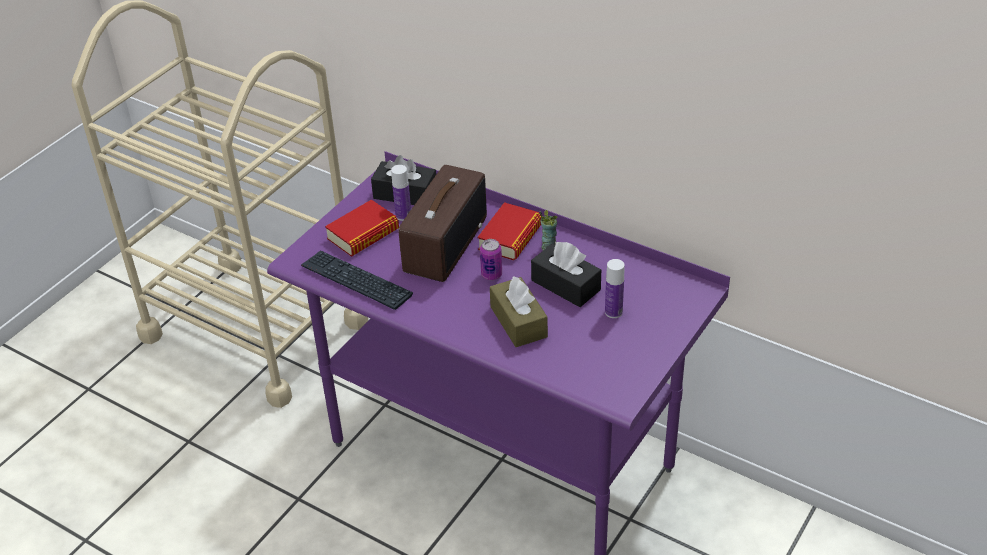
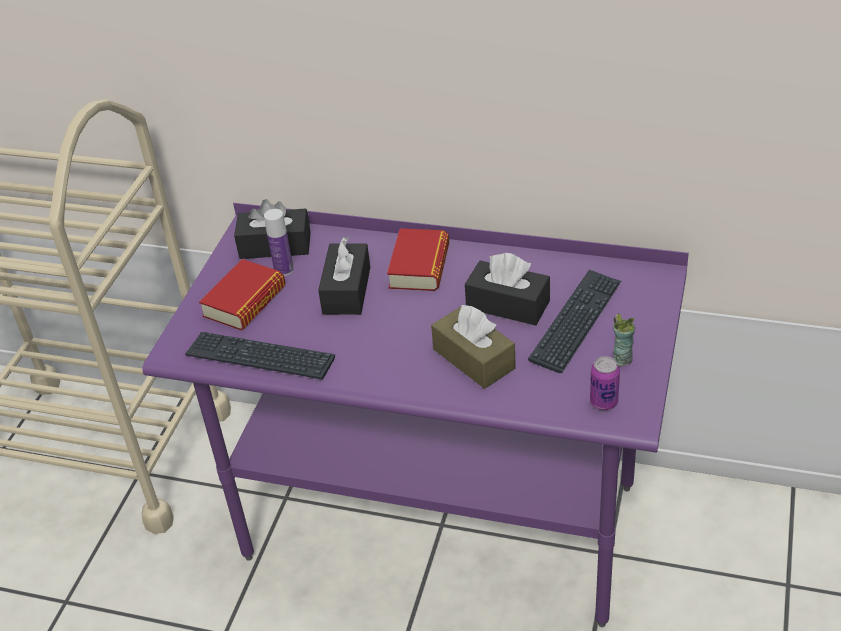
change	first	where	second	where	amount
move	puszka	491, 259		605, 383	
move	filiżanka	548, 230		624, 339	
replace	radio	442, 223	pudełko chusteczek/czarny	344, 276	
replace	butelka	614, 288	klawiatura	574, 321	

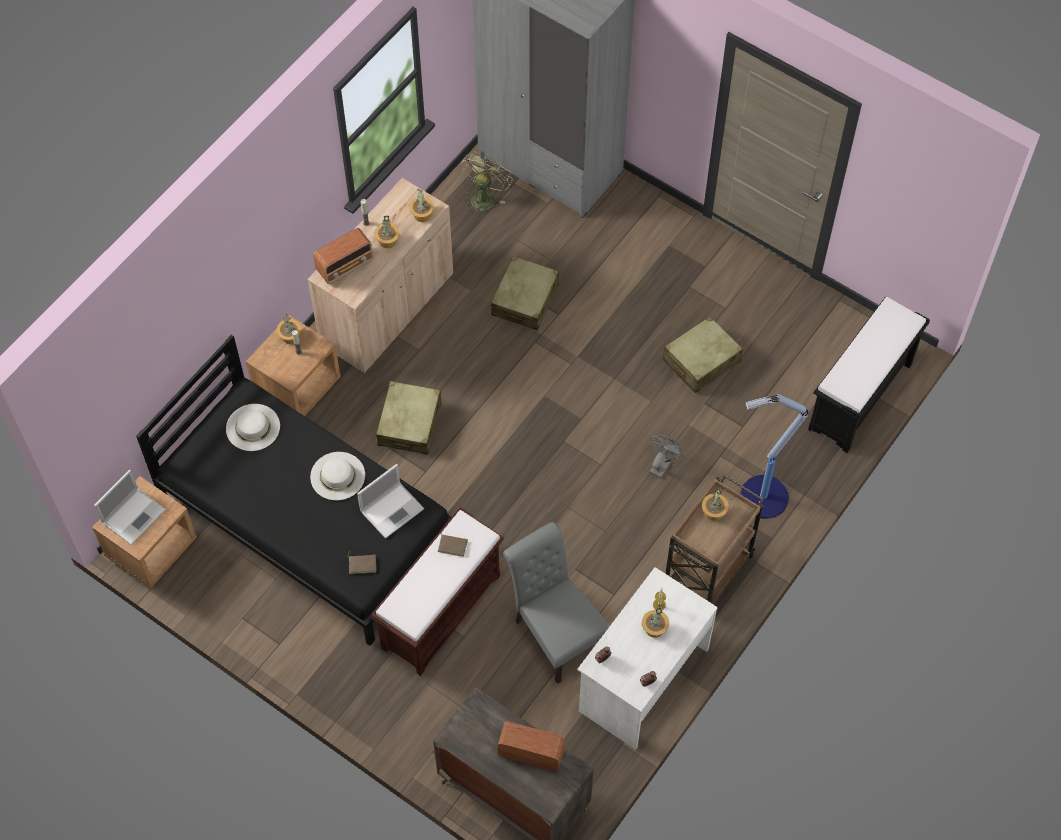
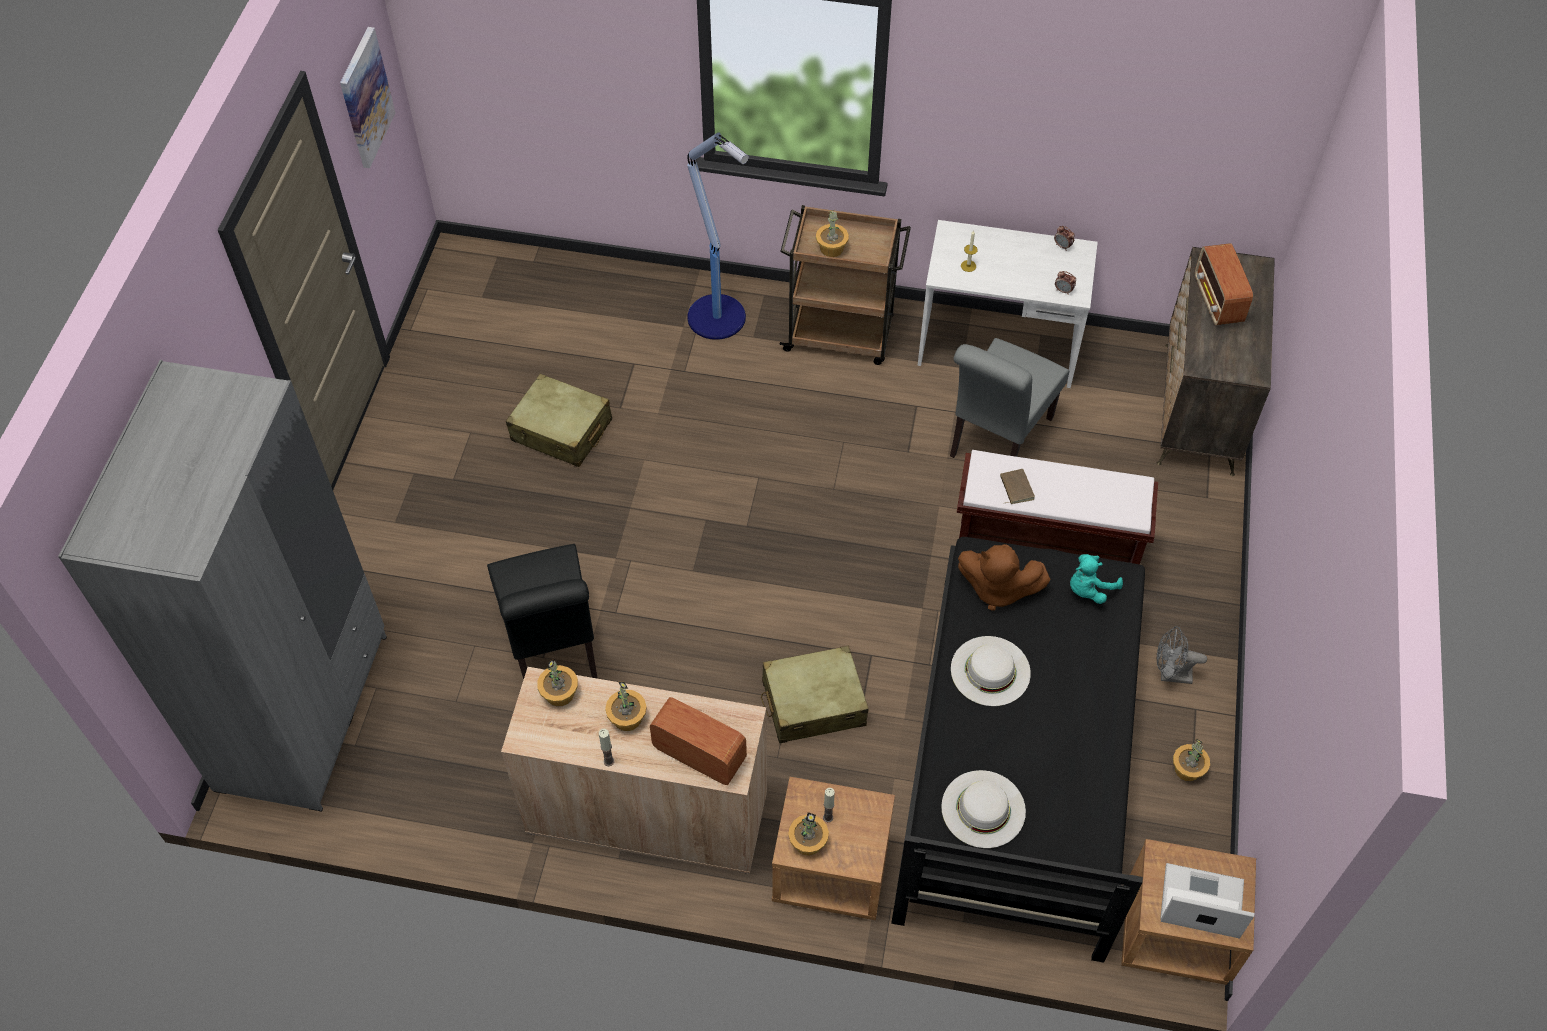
change	first	where	second	where	amount
delete	wentylator/zielony	486, 183			
delete	ławka/czarny	869, 375			
insert			obraz	367, 97	
move	roślina doniczkowa	655, 622		1191, 759	
move	wentylator/szary	666, 456		1182, 655	
replace	książka/brązowy	362, 563	pluszak/turkusowy	1096, 579	
replace	laptop	390, 501	pluszak/brązowy	1004, 577	
replace	walizka/beżowy	525, 293	krzesło/czarny	542, 611	

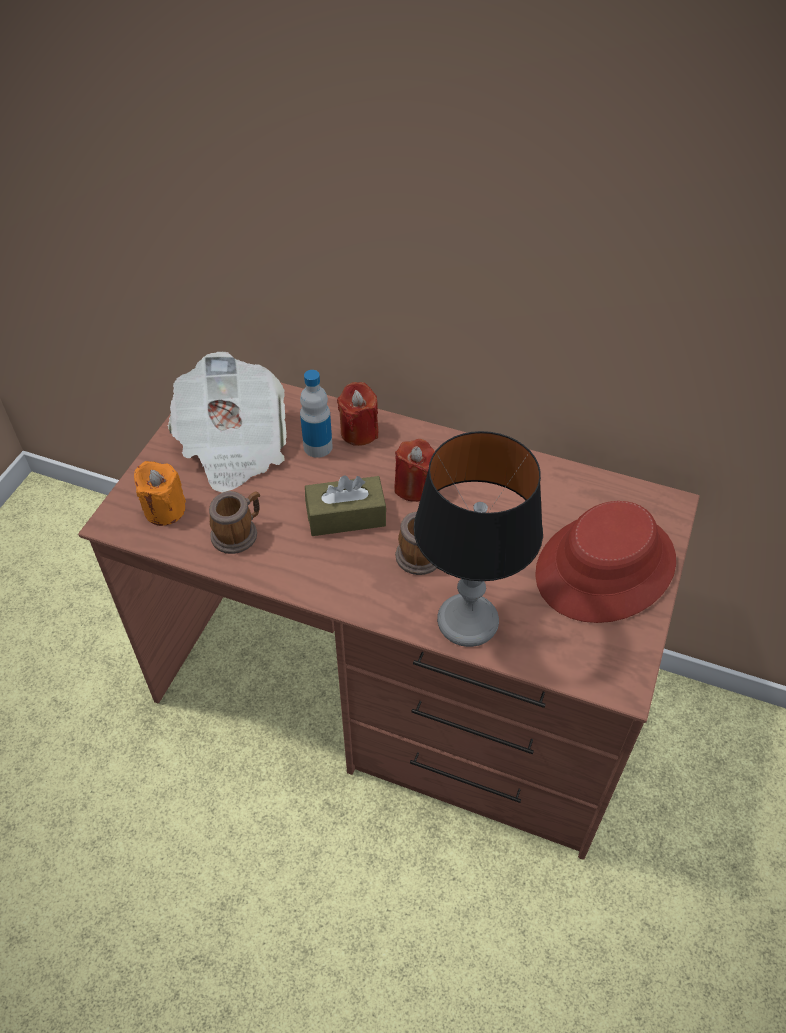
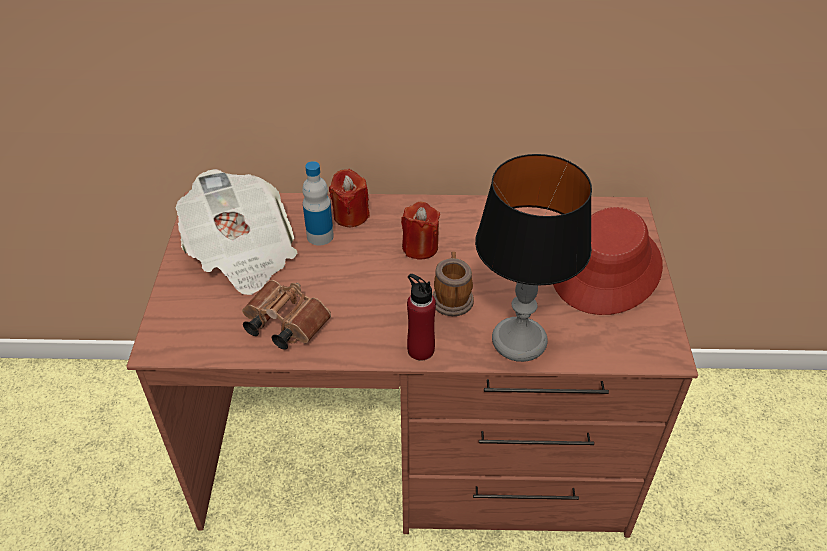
change	first	where	second	where	amount
delete	świeca/pomarańczowy	160, 493			
delete	pudełko chusteczek/brązowy	345, 505			
insert			butelka/czerwony	421, 317	
replace	kubek	234, 522	lornetka/brązowy	286, 315	

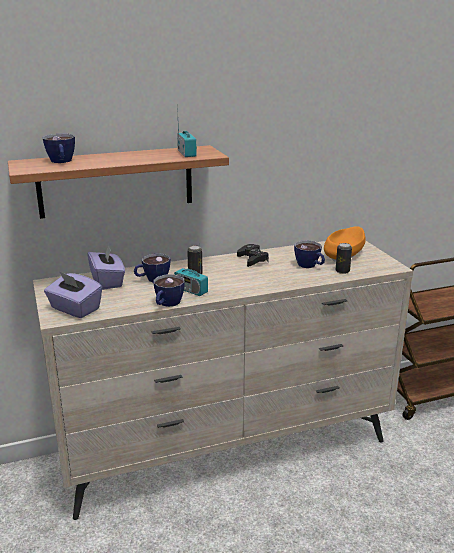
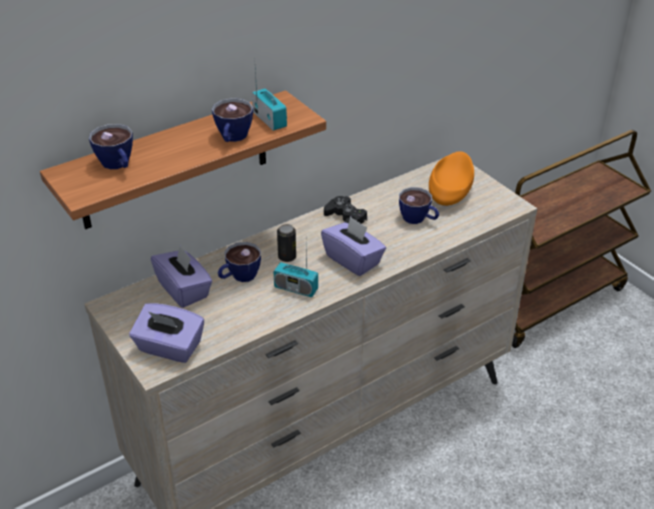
change	first	where	second	where	amount
delete	puszka	344, 258			
insert			pudełko chusteczek/fioletowy	353, 246	
move	filiżanka	169, 290		232, 120	

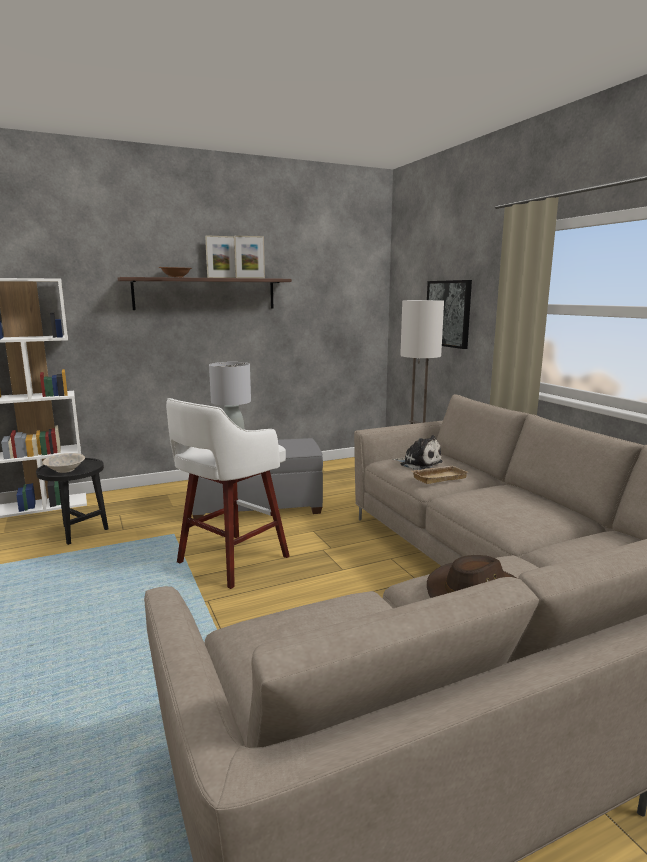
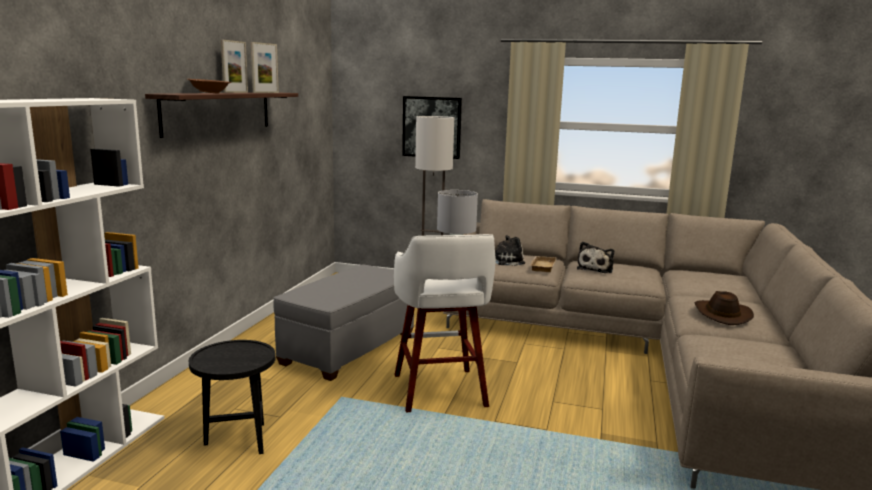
change	first	where	second	where	amount
delete	miska/beżowy	63, 463			
insert			pluszak	595, 257	

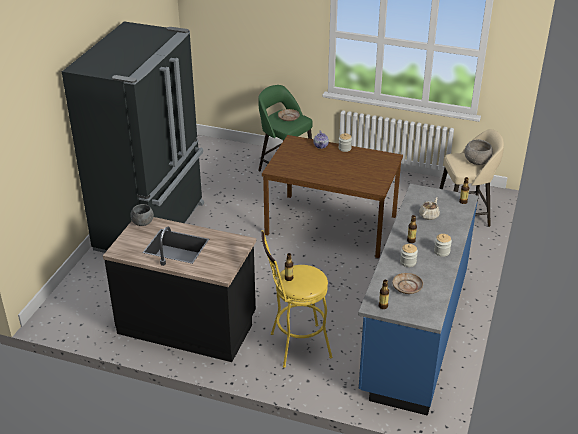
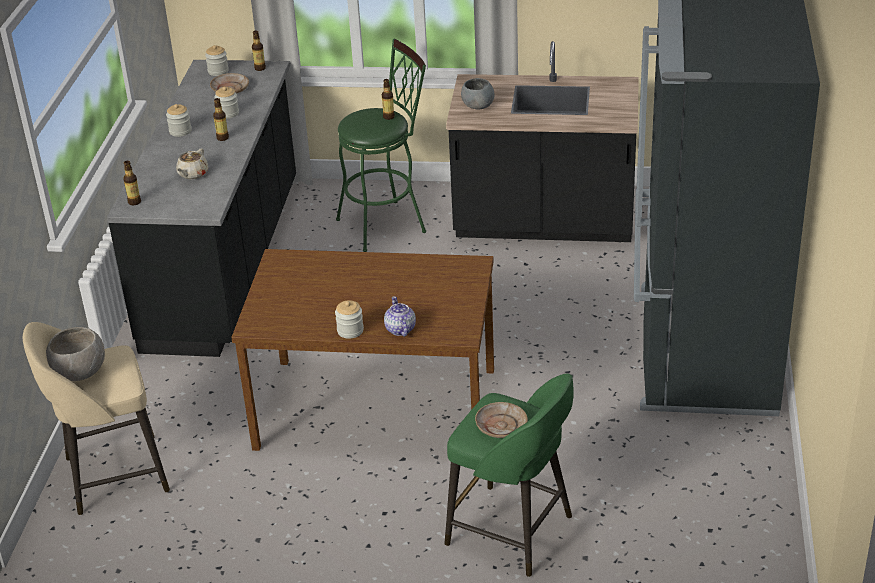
change	first	where	second	where	amount
insert			słoik	217, 60	
move	miska/szary	142, 215		478, 93	
recolor	stołek/żółty	296, 299	stołek/zielony	381, 145	
recolor	zabudowa kuchenna/niebieski	418, 300	zabudowa kuchenna/czarny	201, 208	

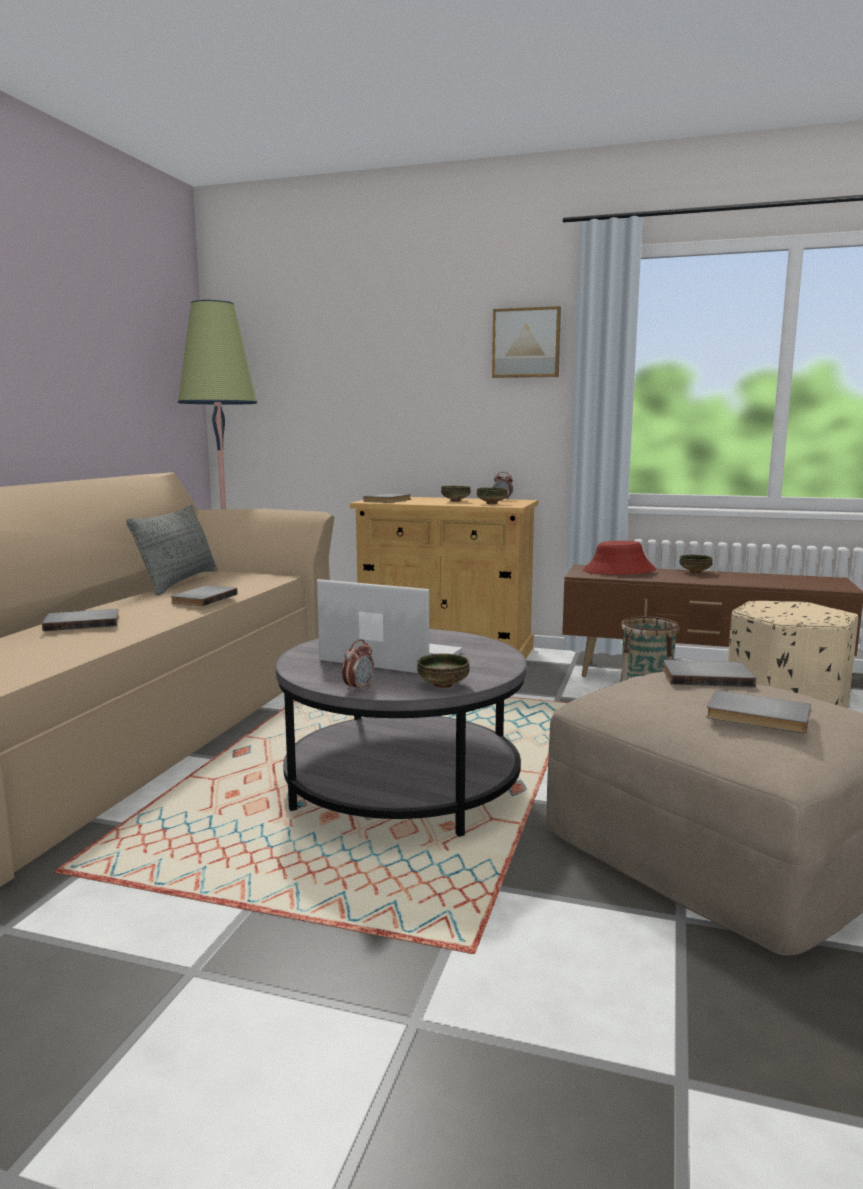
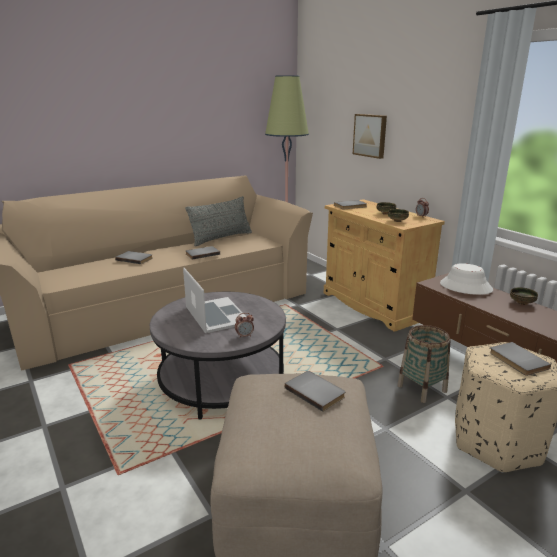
change	first	where	second	where	amount
delete	miska	443, 670			
move	budzik	358, 666		244, 325	
move	obraz	526, 342		370, 136	
move	książka/szary	758, 712		520, 359	
recolor	kapelusz/czerwony	619, 558	kapelusz/biały	466, 279	

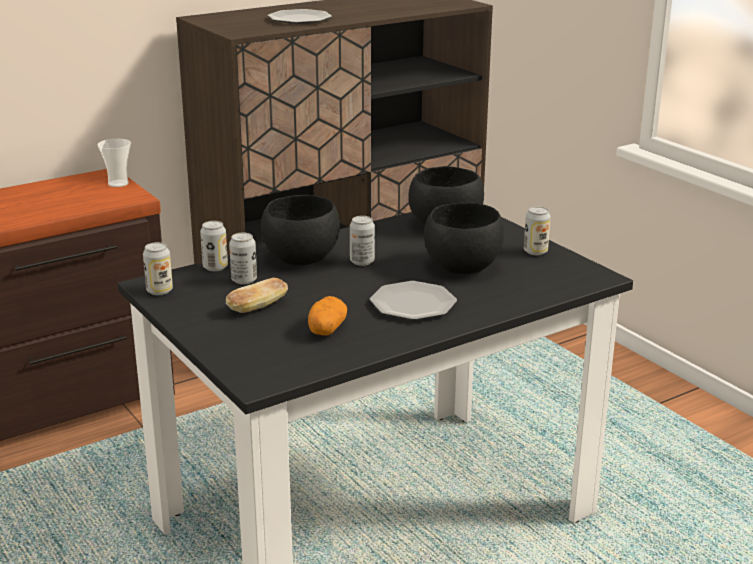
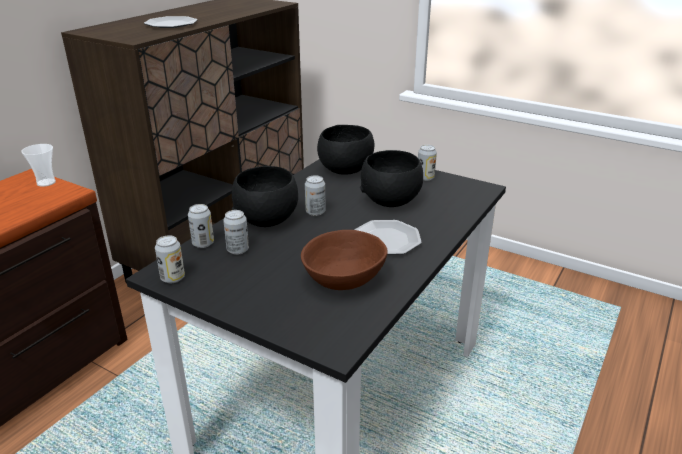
change	first	where	second	where	amount
delete	chleb	257, 295			
replace	ziemniak	327, 315	miska/brązowy	344, 260	

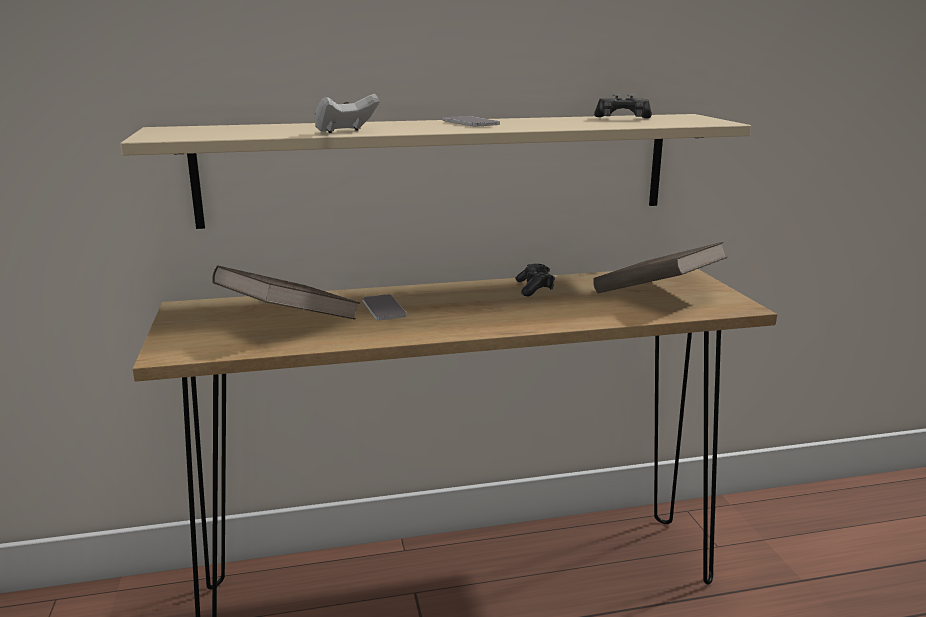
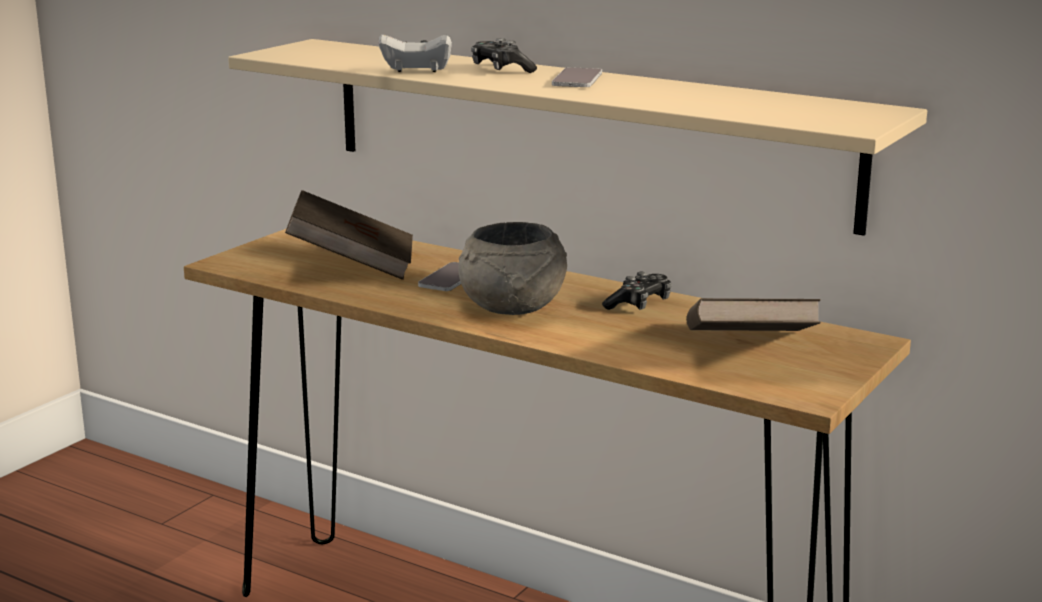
change	first	where	second	where	amount
insert			miska/szary	512, 268	
move	pad do gier	623, 106		504, 55	

